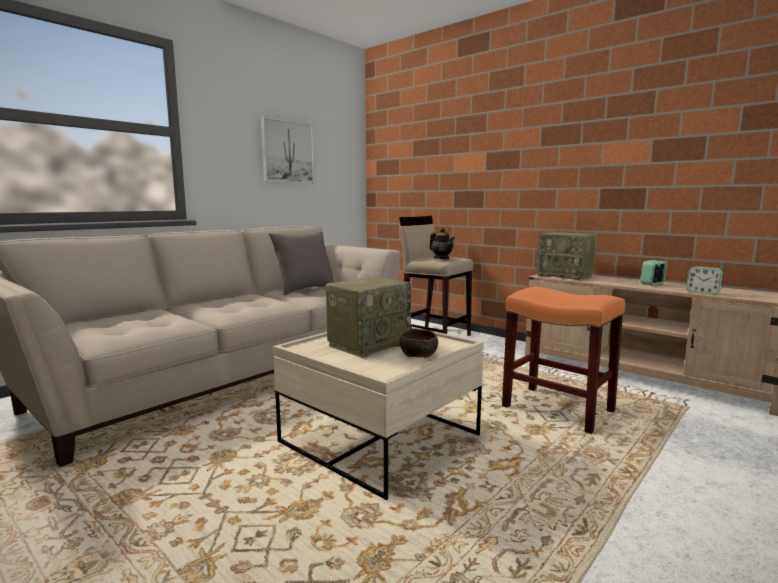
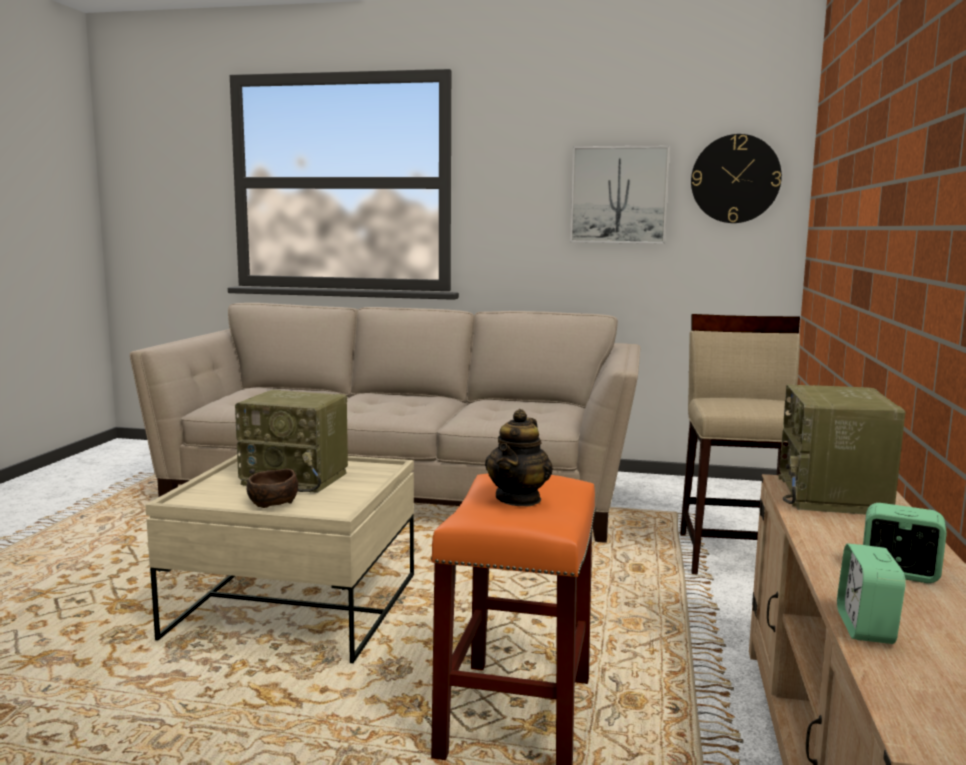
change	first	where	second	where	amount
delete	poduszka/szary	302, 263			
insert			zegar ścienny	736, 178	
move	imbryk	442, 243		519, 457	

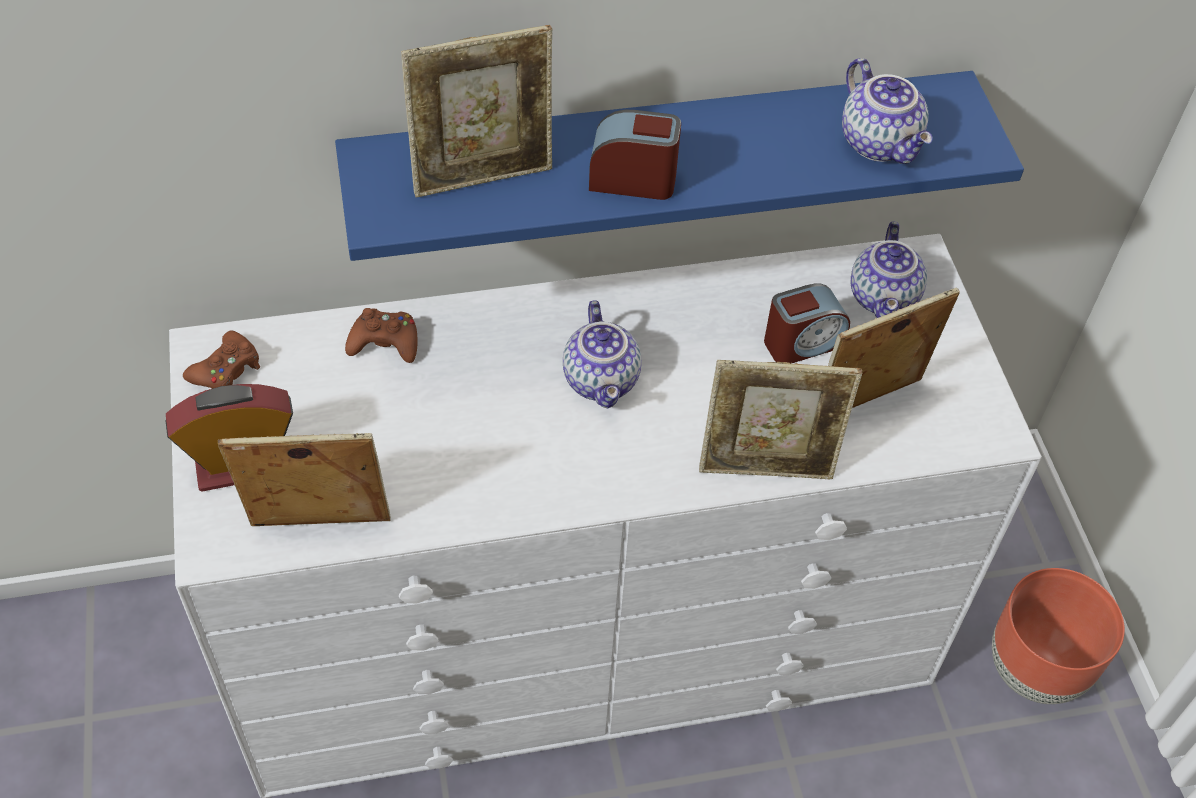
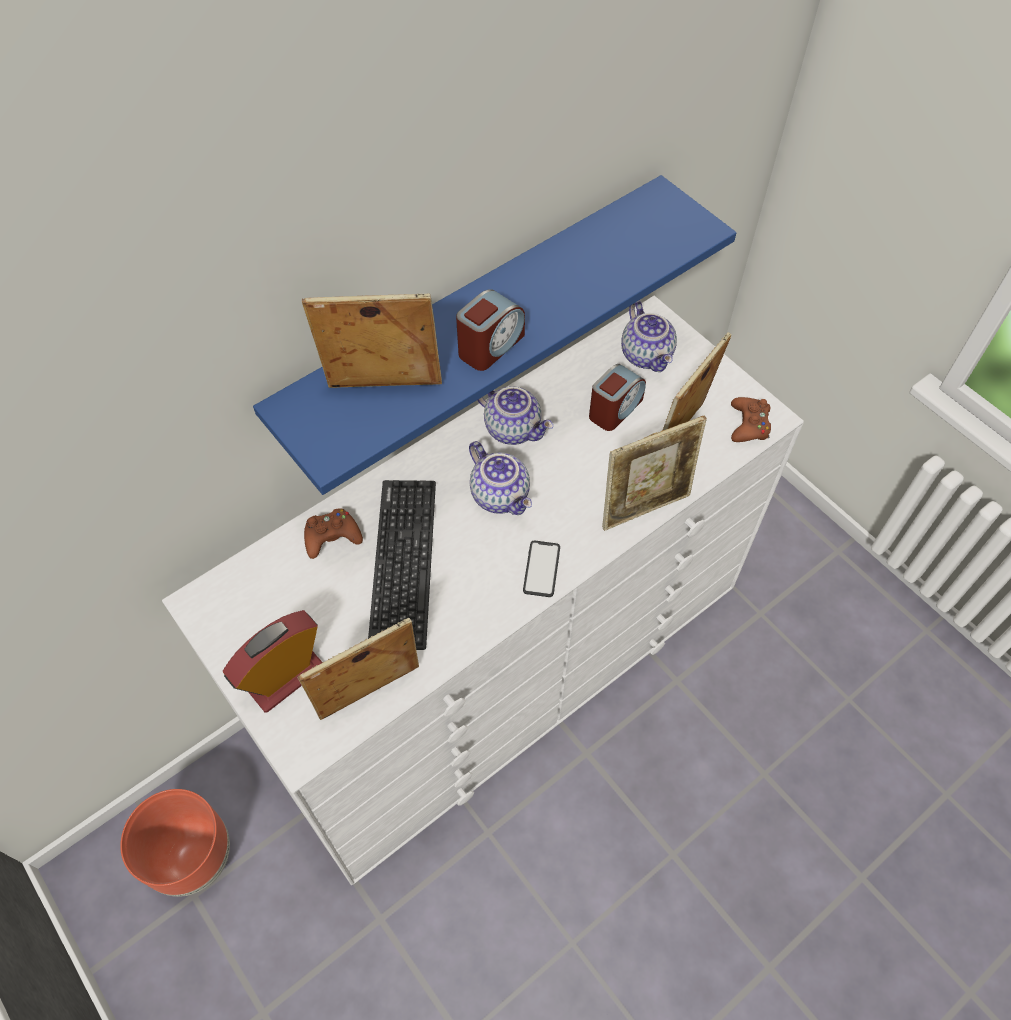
change	first	where	second	where	amount
insert			klawiatura	402, 565	
insert			telefon	541, 568	
move	pad do gier/brązowy	221, 360		751, 419	
move	imbryk	887, 111		515, 415	
move	donica/brązowy	1058, 636		175, 843	
rotate	ramka na zdjęcie	476, 111		372, 340	135 degrees counterclockwise
rotate	budzik	635, 155		490, 330	150 degrees clockwise

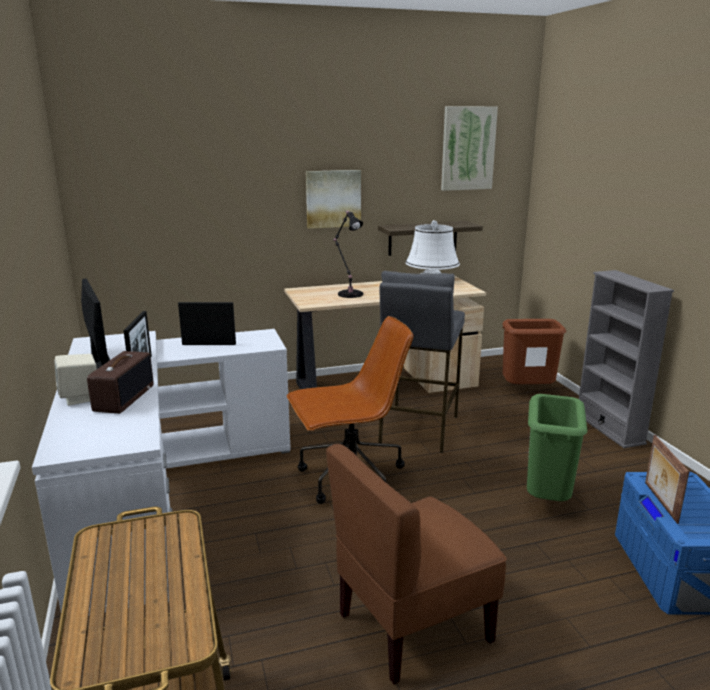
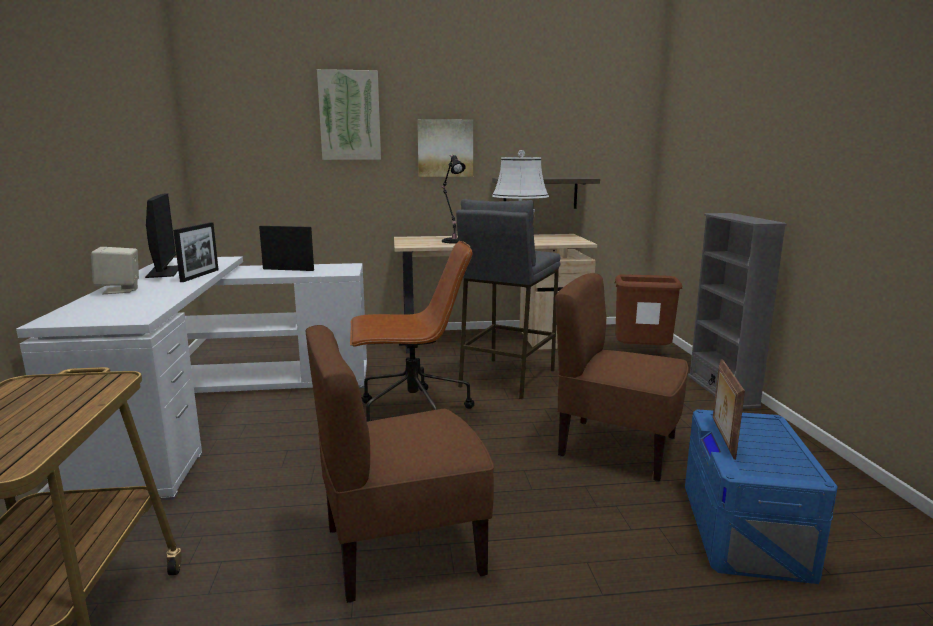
change	first	where	second	where	amount
delete	radio	120, 382			
move	obraz	469, 148		349, 114	
replace	kosz na śmieci/zielony	557, 447	krzesło/brązowy	622, 377	

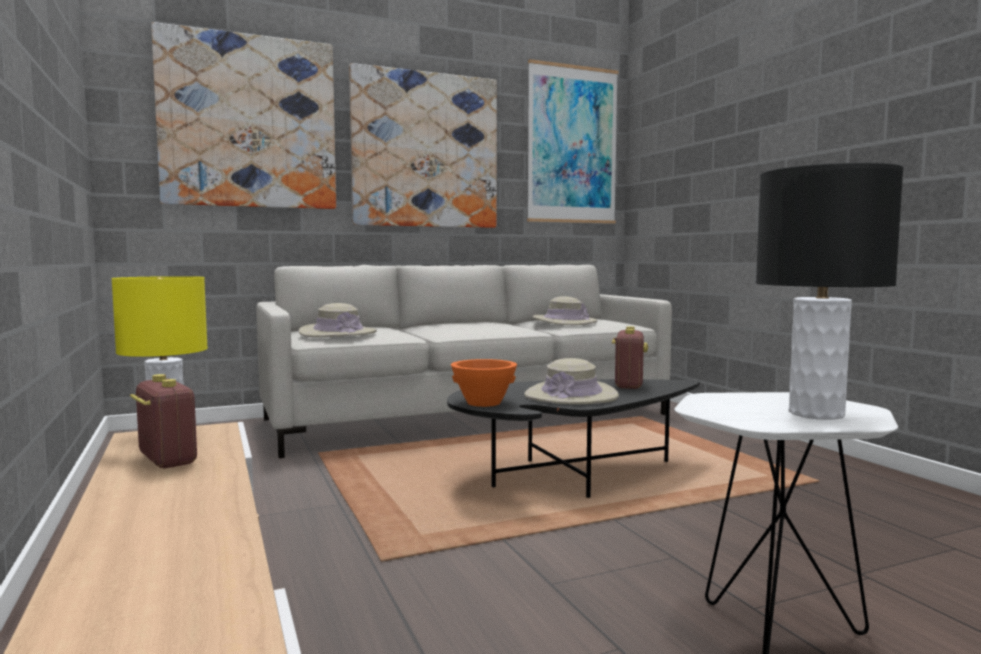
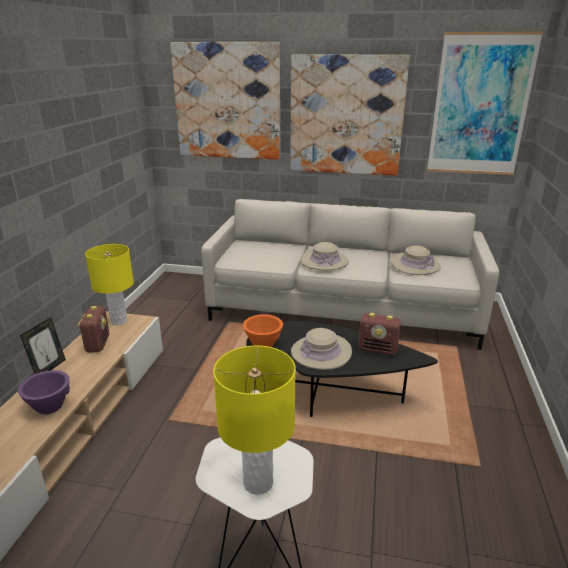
change	first	where	second	where	amount
insert			miska/fioletowy	44, 392	
insert			ramka na zdjęcie	43, 345	
move	kapelusz/beżowy	338, 320		325, 256	
recolor	lampa stołowa/czarny	830, 291	lampa stołowa/żółty	254, 420	
rotate	radio	630, 357		380, 334	60 degrees clockwise

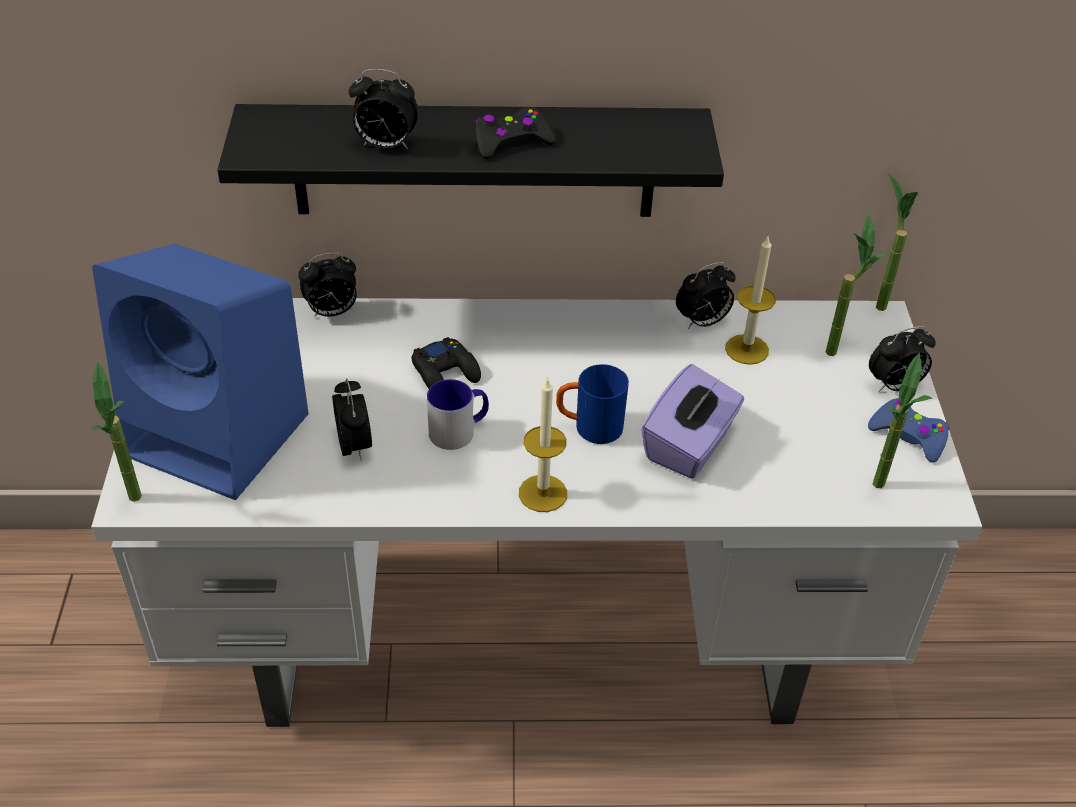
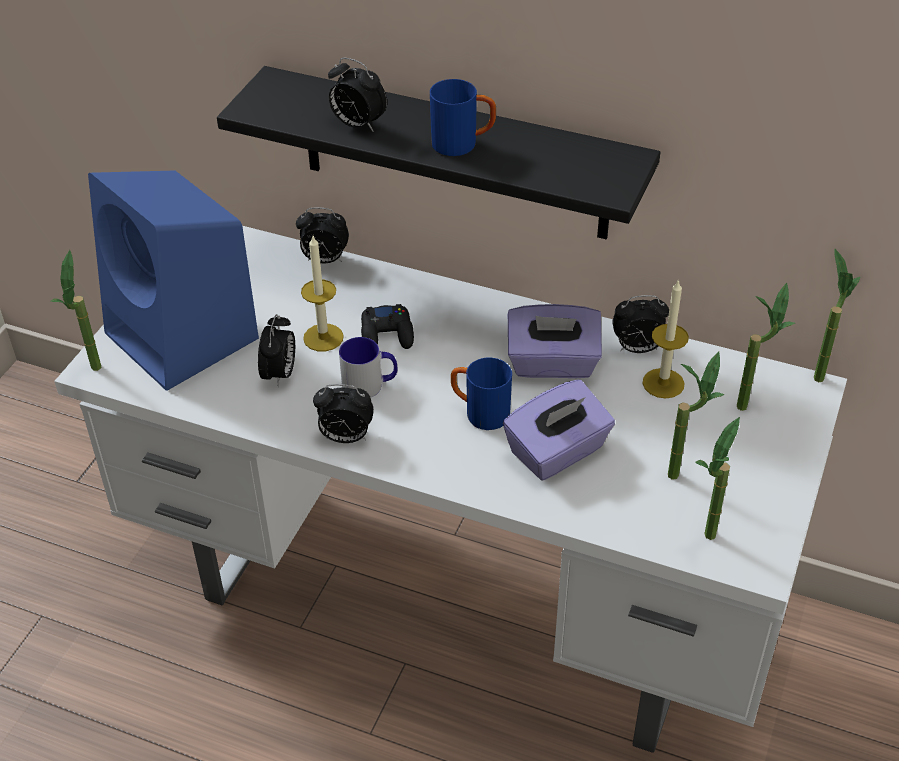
change	first	where	second	where	amount
delete	pad do gier/niebieski	909, 430			
insert			pudełko chusteczek/fioletowy	555, 341	
insert			roślina doniczkowa	696, 415	
move	świeca	543, 445		322, 293	
move	budzik	902, 359		343, 413	
replace	pad do gier/czarny	515, 133	kubek/niebieski	463, 117	

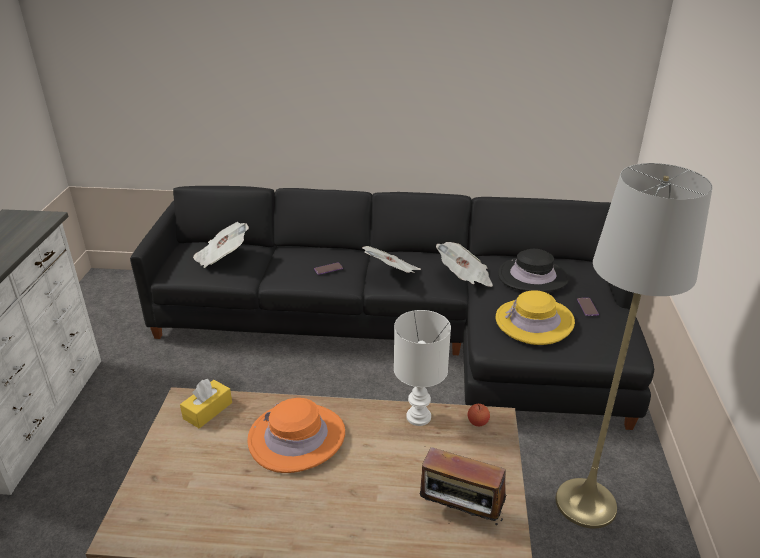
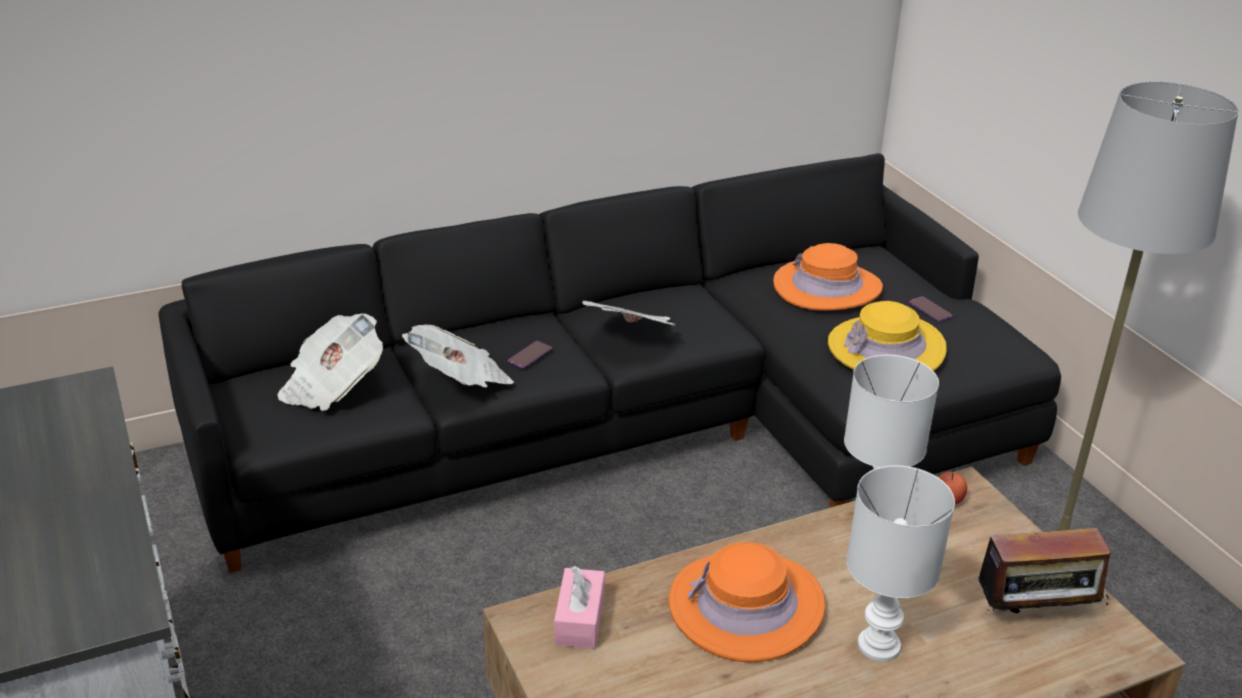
change	first	where	second	where	amount
insert			lampa stołowa/biały	901, 563	
move	gazeta	464, 264		458, 355	
recolor	pudełko chusteczek/żółty	206, 404	pudełko chusteczek/różowy	579, 607	
recolor	kapelusz/czarny	533, 270	kapelusz/pomarańczowy	828, 277	

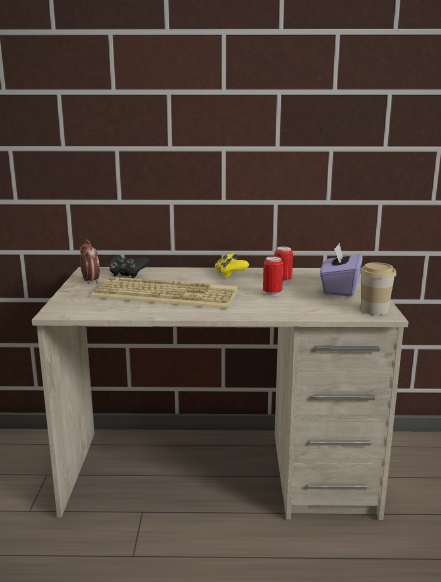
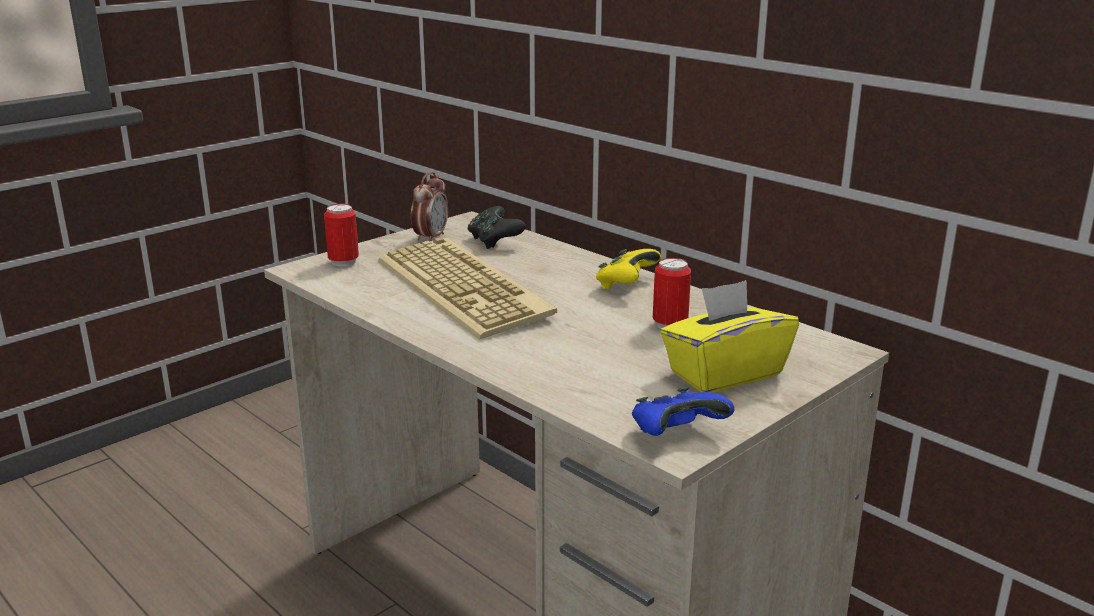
change	first	where	second	where	amount
move	puszka	273, 276		341, 235	
replace	filiżanka	378, 288	pad do gier/niebieski	683, 411	
recolor	pudełko chusteczek/fioletowy	341, 270	pudełko chusteczek/żółty	729, 336	

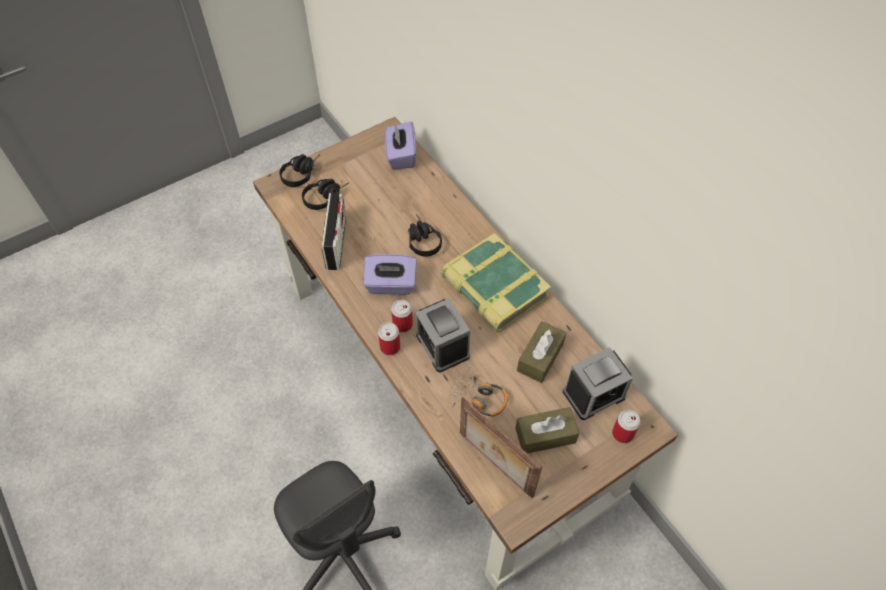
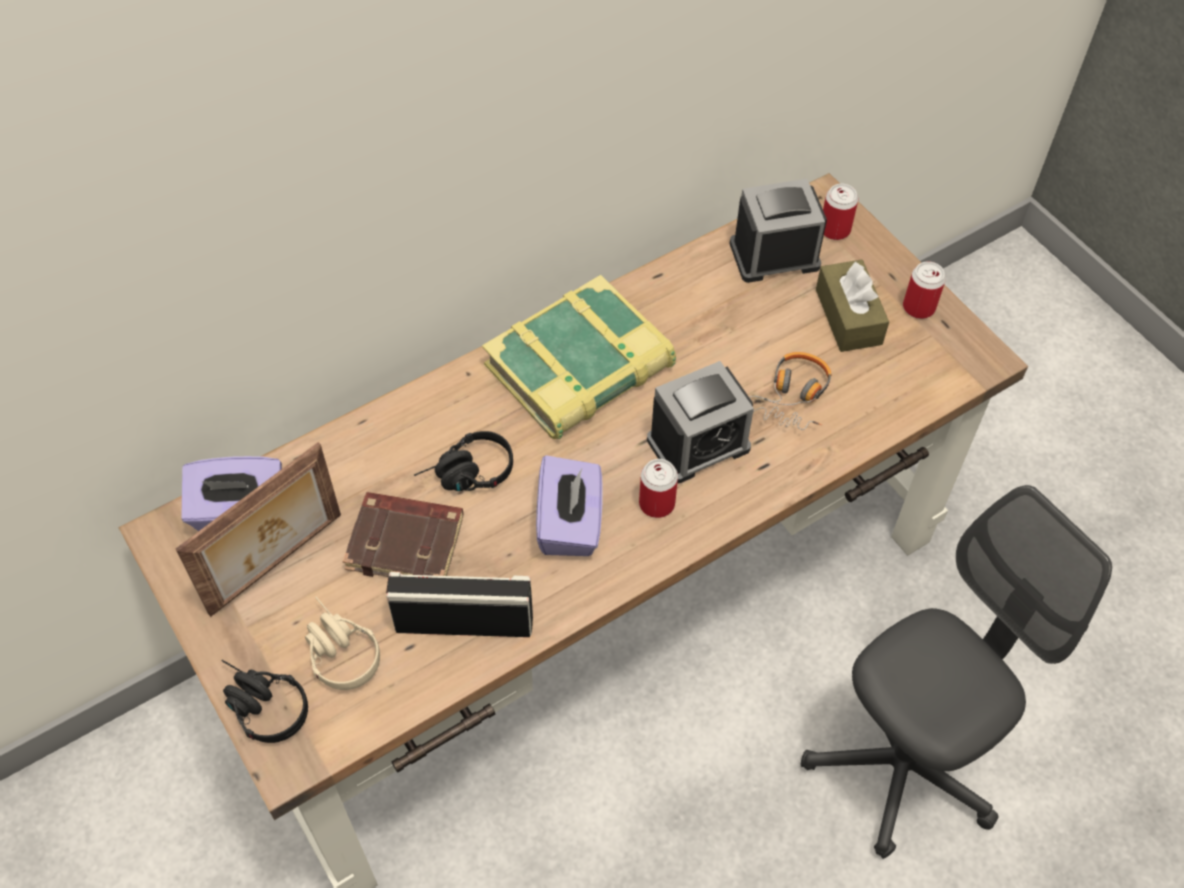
change	first	where	second	where	amount
delete	pudełko chusteczek/brązowy	541, 352			
insert			książka/brązowy	403, 534	
move	puszka	389, 338		924, 290	
move	ramka na zdjęcie	501, 447		258, 529	
recolor	słuchawki/czarny	325, 194	słuchawki/beżowy	342, 643	
rotate	budzik	598, 383		778, 231	75 degrees counterclockwise

